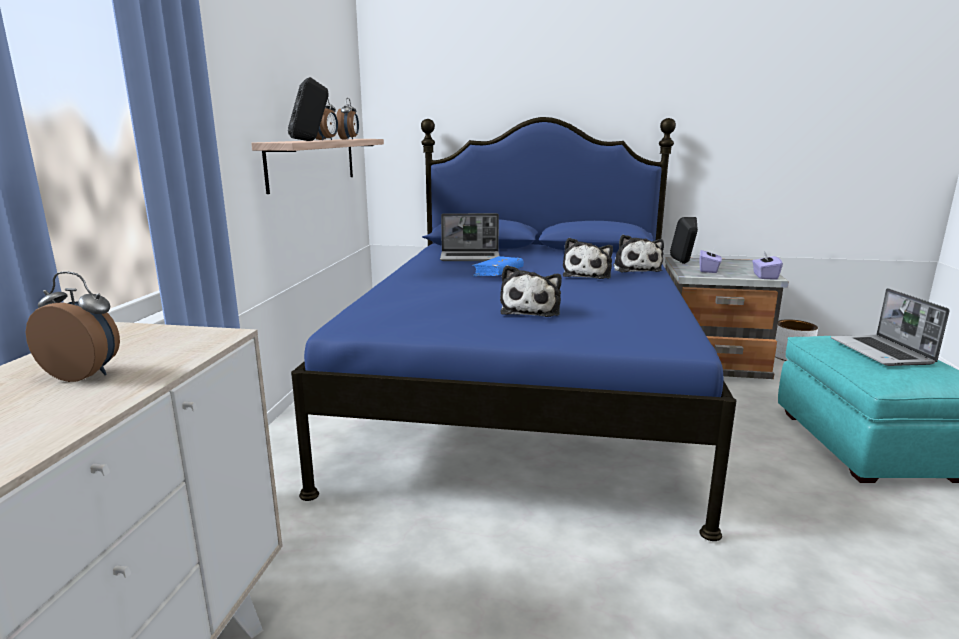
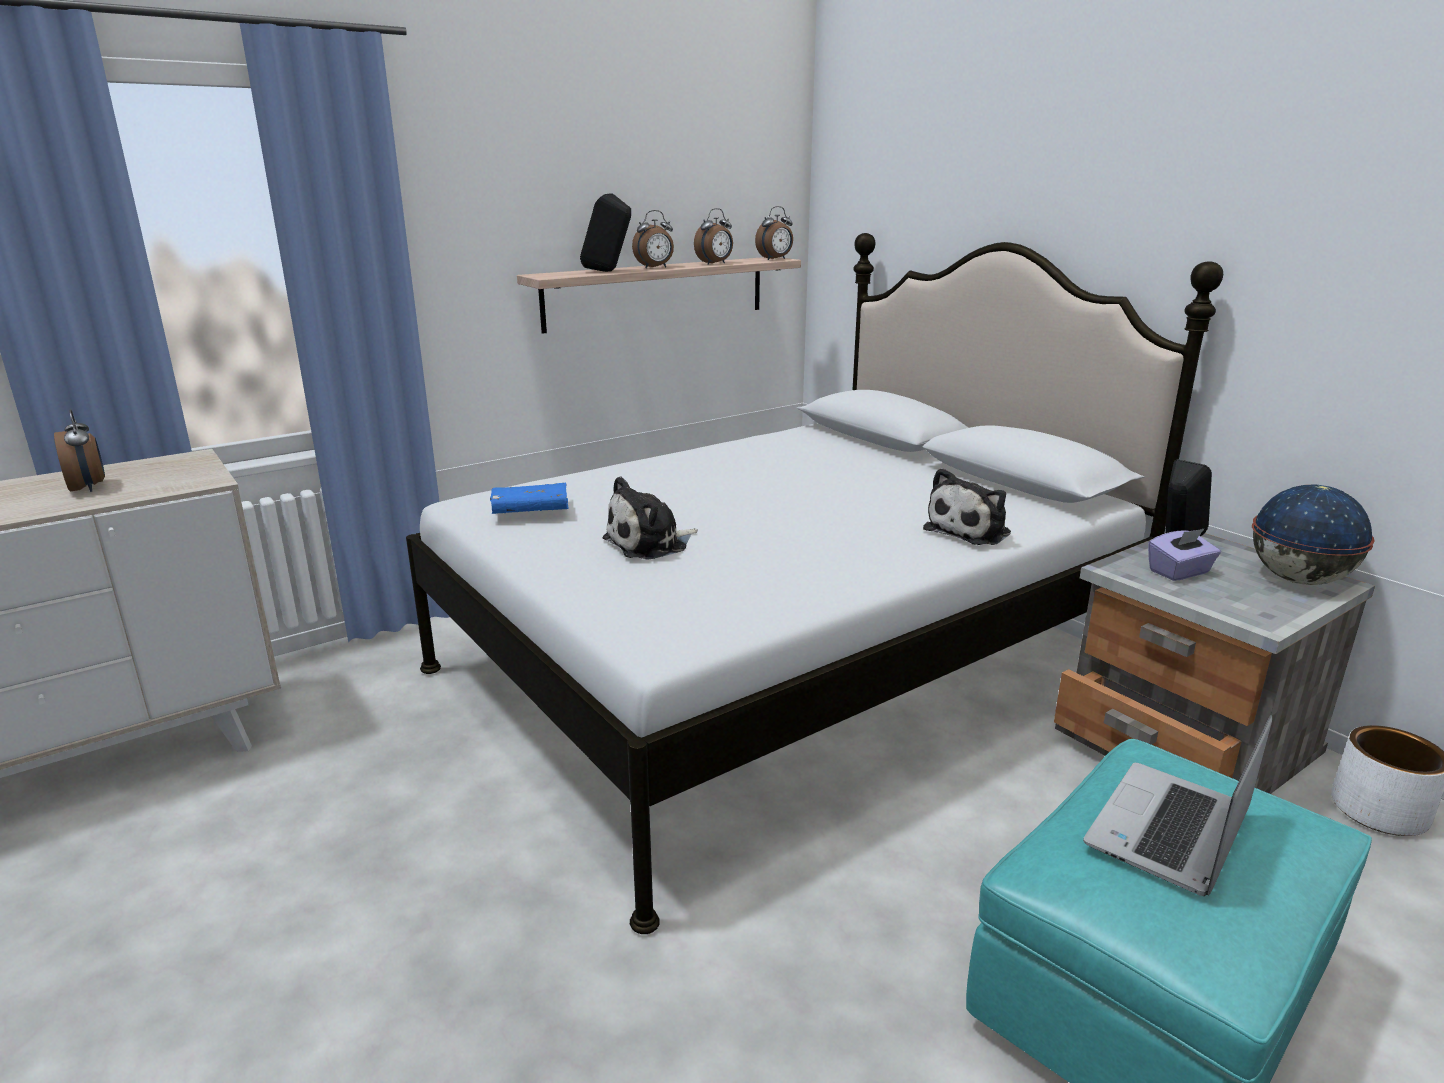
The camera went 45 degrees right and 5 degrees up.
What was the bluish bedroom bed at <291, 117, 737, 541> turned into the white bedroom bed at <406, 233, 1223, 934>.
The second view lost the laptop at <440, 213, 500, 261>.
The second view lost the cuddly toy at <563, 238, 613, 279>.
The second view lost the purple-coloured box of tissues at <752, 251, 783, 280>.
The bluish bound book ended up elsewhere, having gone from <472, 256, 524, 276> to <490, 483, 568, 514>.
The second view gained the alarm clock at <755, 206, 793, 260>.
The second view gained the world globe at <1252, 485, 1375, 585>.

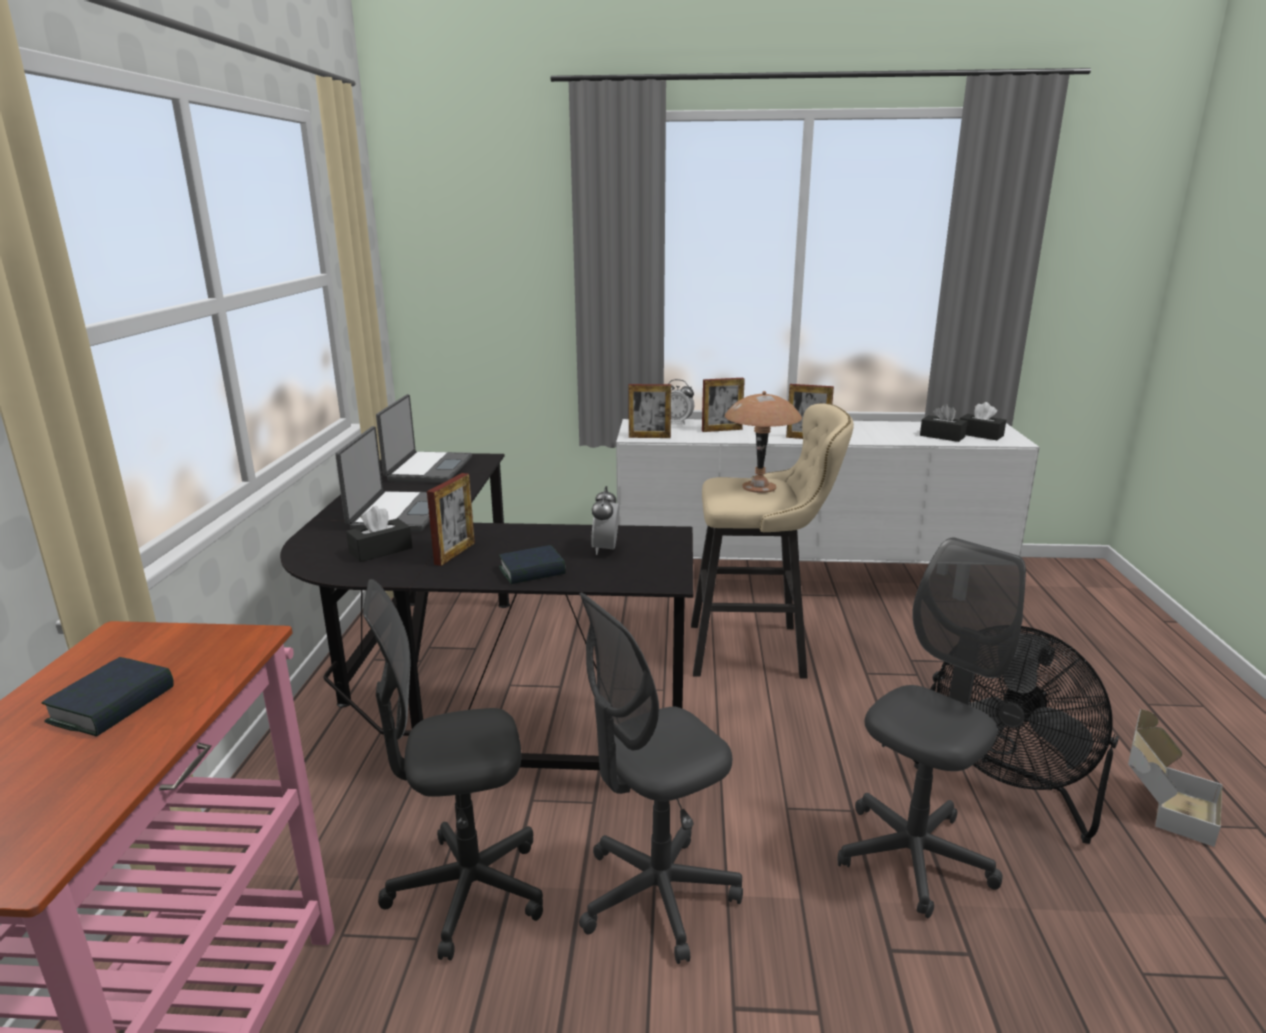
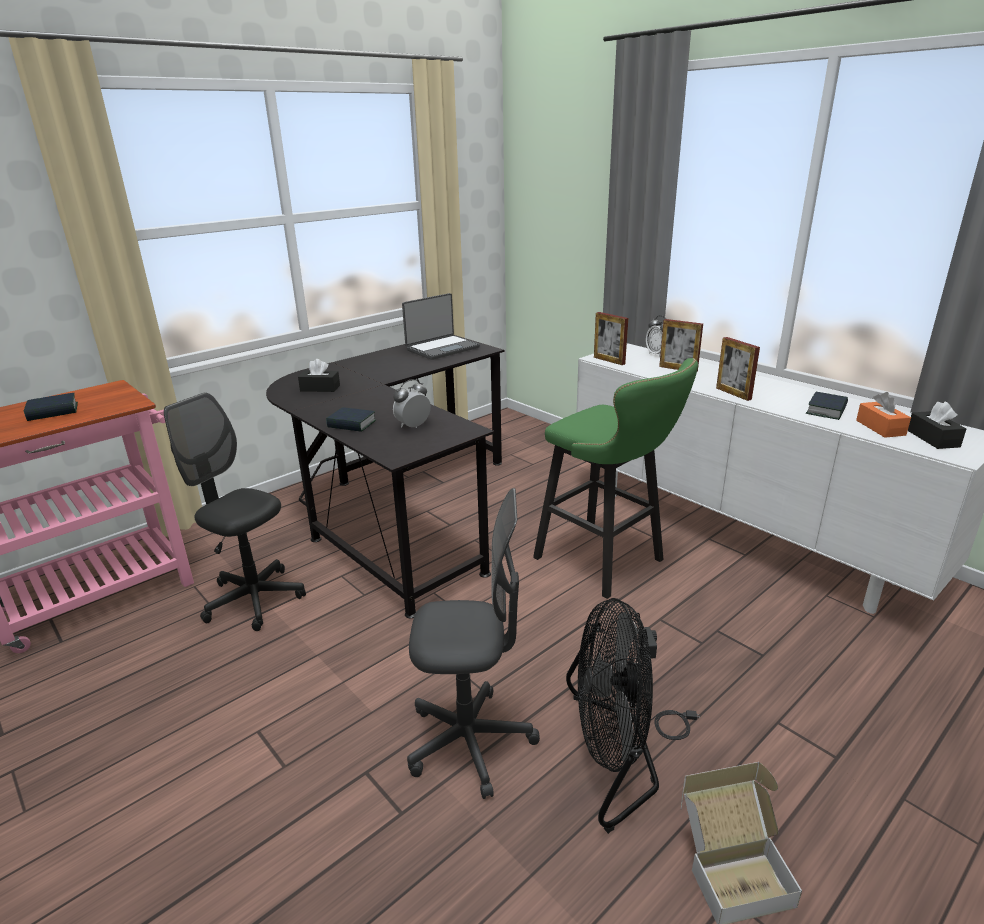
The camera went 45 degrees right and 5 degrees up.
The second view lost the brownish tabletop lamp at <725, 391, 802, 493>.
What was the sand-coloured sitting stool at <691, 403, 854, 679> turned into the green-coloured sitting stool at <533, 358, 698, 599>.
What was the black-coloured box of tissues at <920, 404, 968, 442> turned into the orangey box of tissues at <856, 392, 911, 438>.
The second view lost the laptop at <335, 426, 430, 532>.
The second view lost the picture frame at <427, 473, 475, 566>.
The second view lost the grey computer chair at <579, 593, 743, 964>.
The second view gained the bound book at <806, 392, 848, 420>.

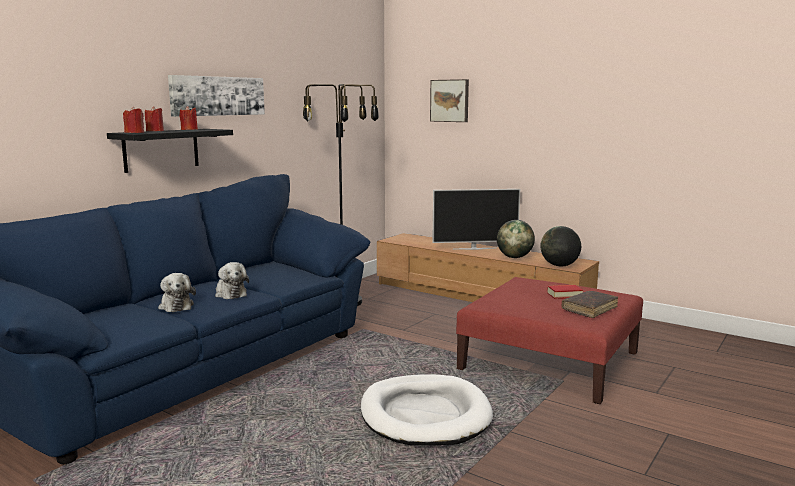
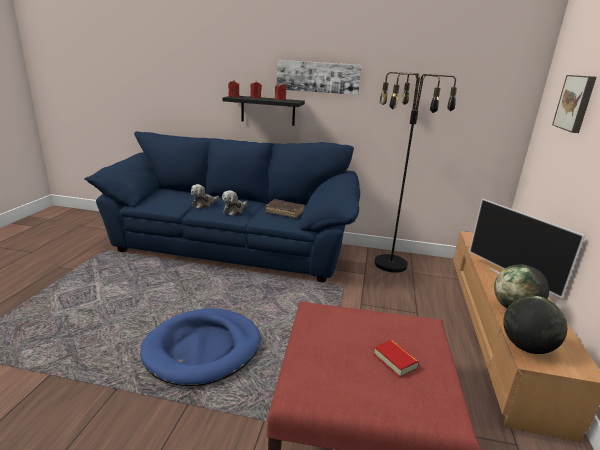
The camera went 65 degrees right and 10 degrees up.
The brownish bound book ended up elsewhere, having gone from <562, 291, 618, 318> to <266, 199, 305, 218>.
What was the white pet bed at <361, 375, 493, 446> turned into the bluish pet bed at <140, 308, 261, 386>.

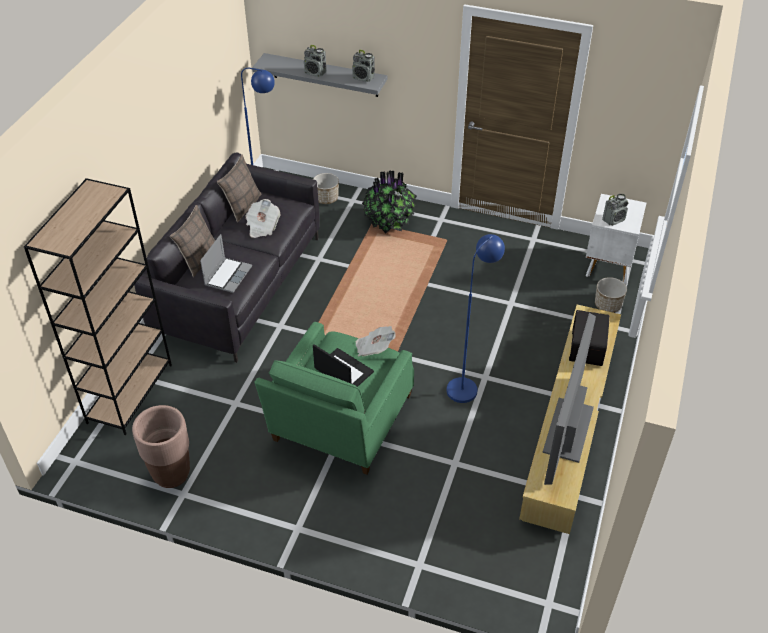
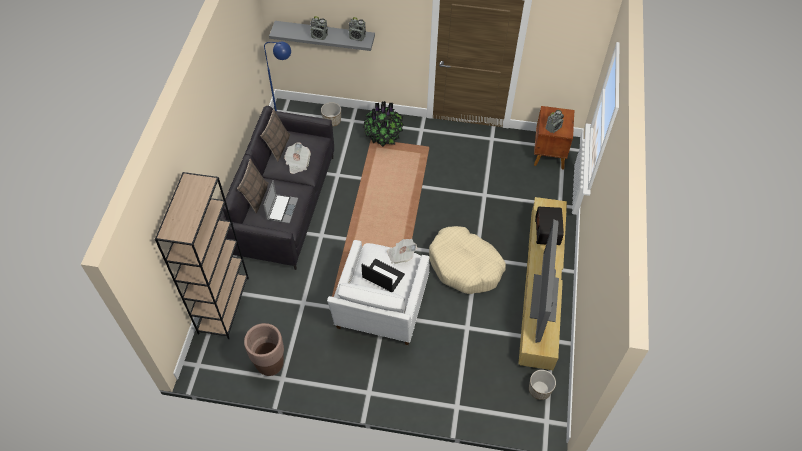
The camera went 10 degrees left and 10 degrees up.
What was the white nightstand at <586, 194, 646, 285> turned into the brownish nightstand at <534, 106, 574, 170>.
Where the bluish floor lamp stood at <447, 234, 505, 403>, the sand-coloured pet bed came to stand at <429, 226, 506, 294>.
The flower pot ended up elsewhere, having gone from <595, 277, 627, 313> to <529, 370, 556, 400>.
What was the green-coloured lounge chair at <255, 322, 414, 475> turned into the white lounge chair at <327, 240, 430, 345>.

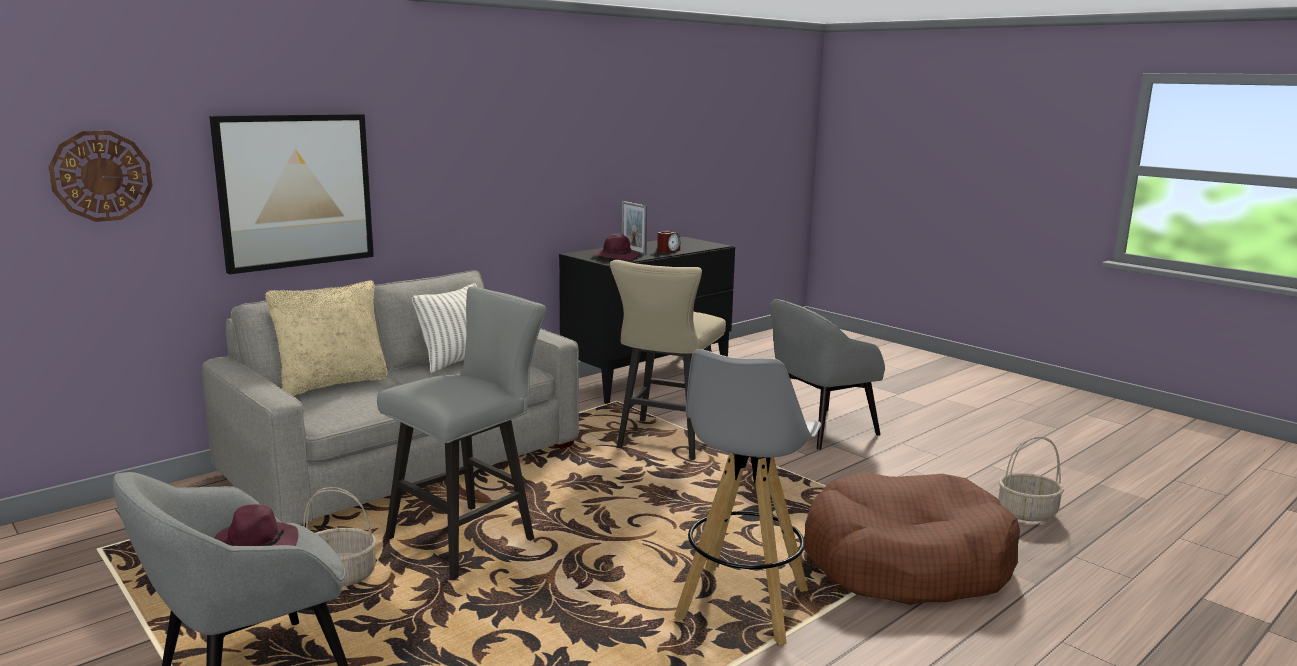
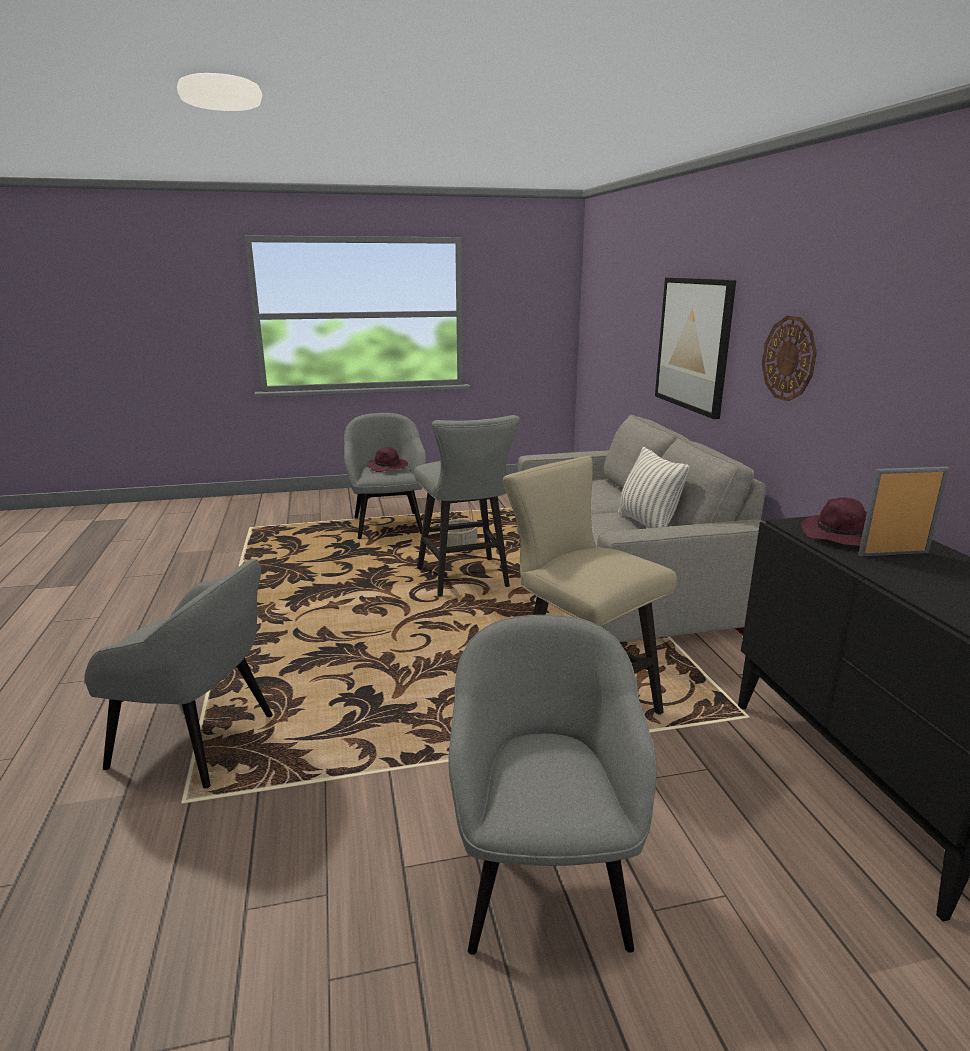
The camera went 120 degrees right and 5 degrees up.
The hanging clock ended up elsewhere, having gone from <48, 131, 153, 222> to <762, 316, 817, 401>.
The second view lost the alarm clock at <657, 231, 680, 253>.
The second view lost the sand-coloured pillow at <265, 280, 387, 396>.
The second view lost the grey sitting stool at <674, 349, 821, 646>.
The second view lost the household basket at <999, 436, 1064, 521>.
Where the brownish pet bed stood at <804, 473, 1020, 605>, the grey lounge chair came to stand at <84, 559, 273, 789>.

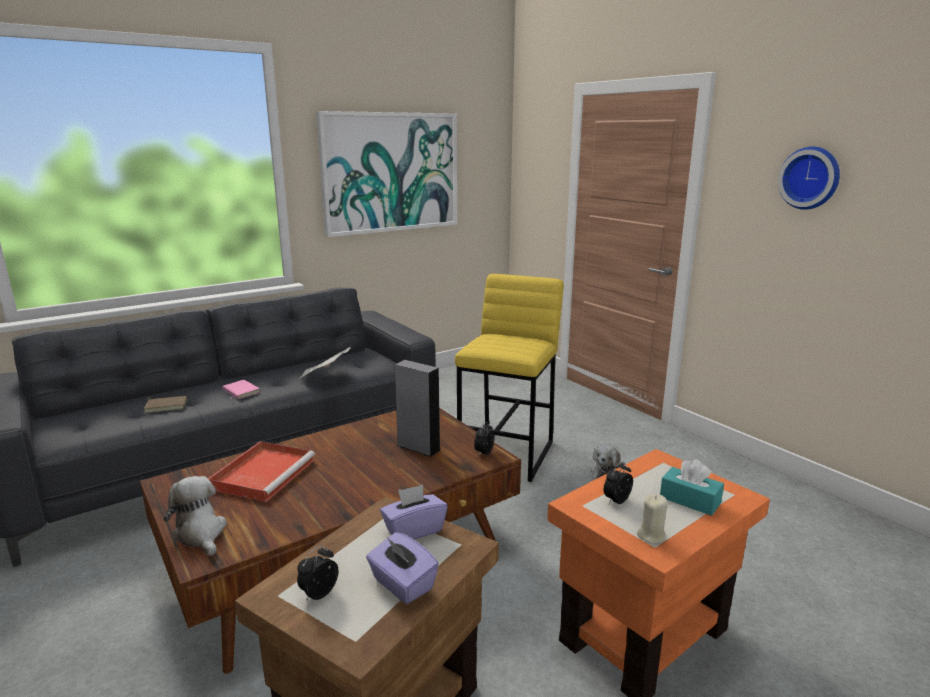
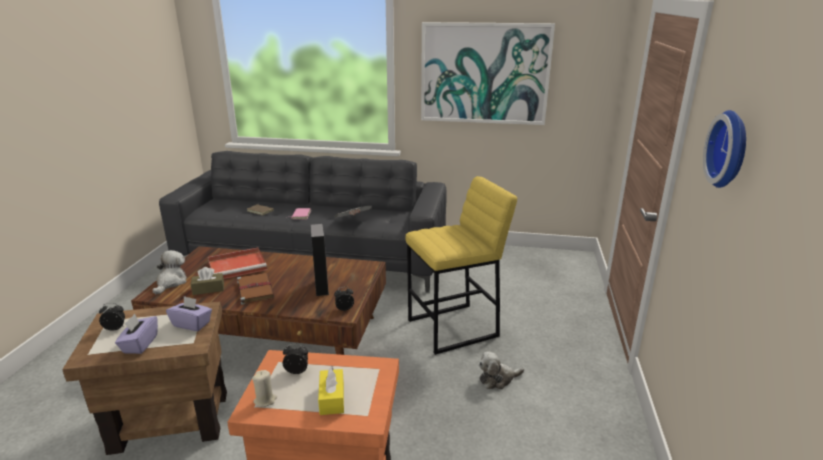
The camera went 45 degrees right and 5 degrees up.
What was the blue-green box of tissues at <660, 459, 724, 516> turned into the yellow-coloured box of tissues at <318, 366, 344, 415>.
The second view gained the brownish box of tissues at <191, 267, 224, 295>.
The second view gained the brownish bound book at <237, 273, 274, 305>.

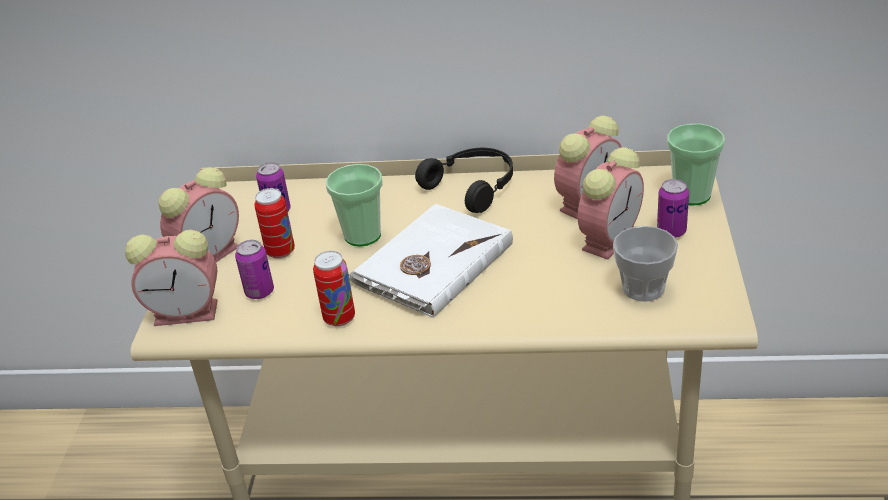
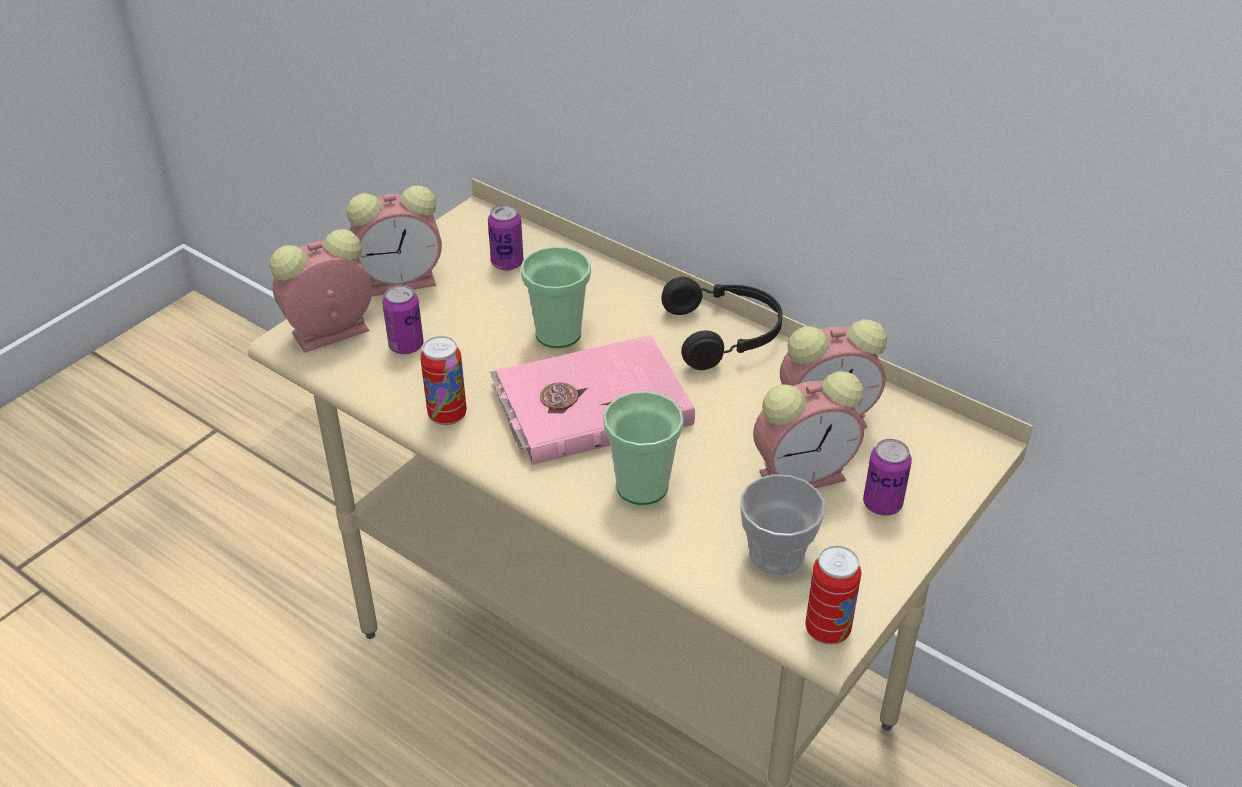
The camera went 30 degrees right and 5 degrees up.
The small cup ended up elsewhere, having gone from <667, 123, 725, 205> to <603, 391, 684, 505>.
The can ended up elsewhere, having gone from <255, 188, 295, 259> to <805, 545, 861, 645>.
What was the white bound book at <348, 204, 513, 318> turned into the pink bound book at <490, 335, 695, 465>.
The alarm clock at <125, 230, 218, 326> ended up facing another way, 120 degrees clockwise from before.

